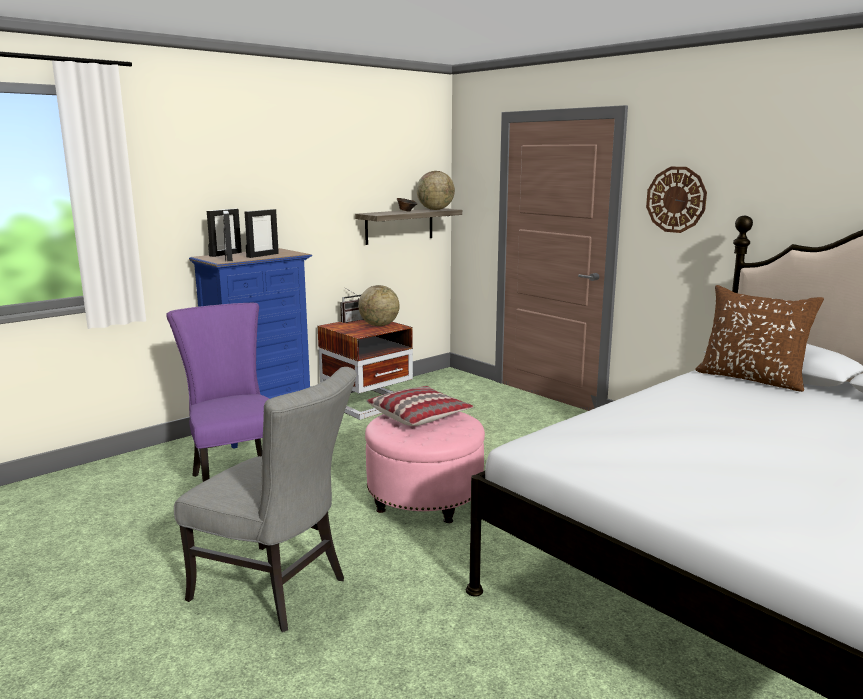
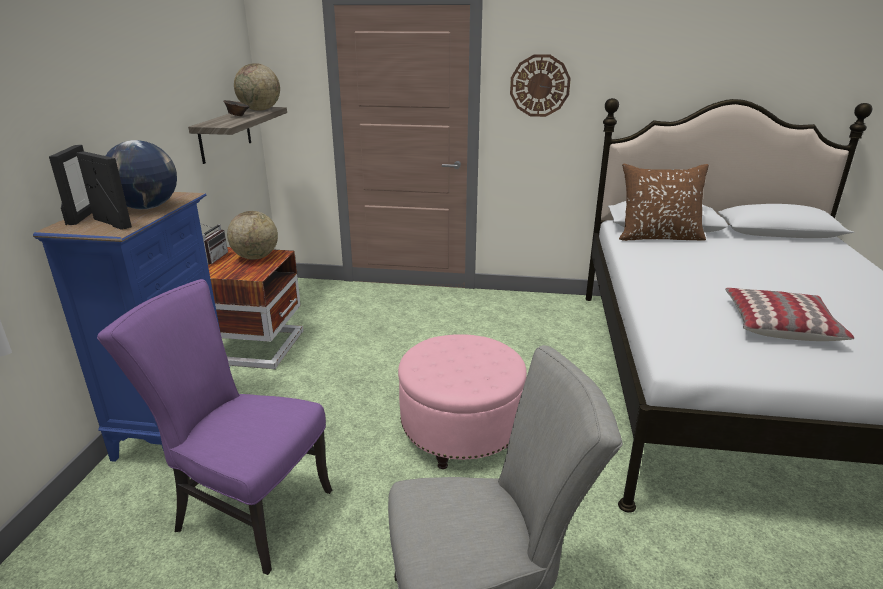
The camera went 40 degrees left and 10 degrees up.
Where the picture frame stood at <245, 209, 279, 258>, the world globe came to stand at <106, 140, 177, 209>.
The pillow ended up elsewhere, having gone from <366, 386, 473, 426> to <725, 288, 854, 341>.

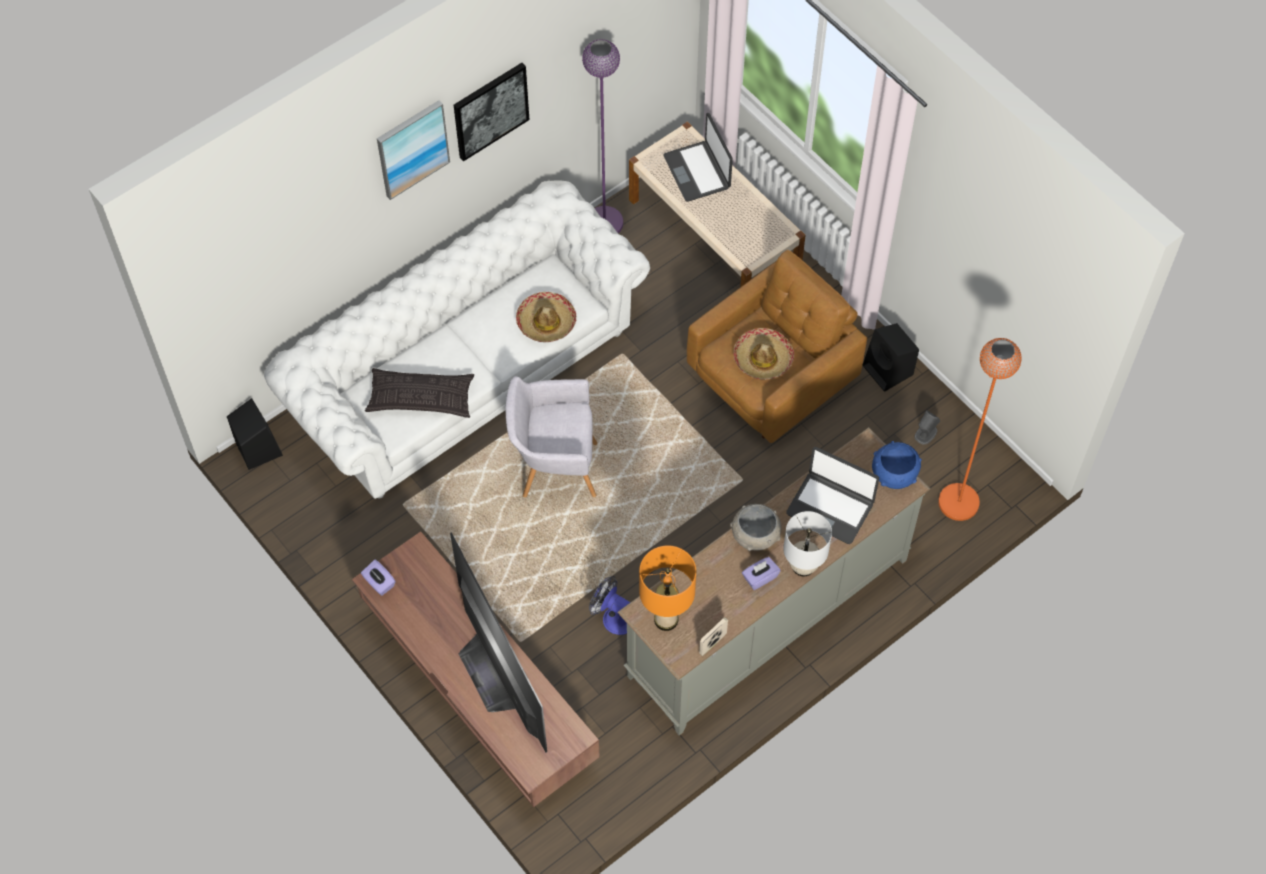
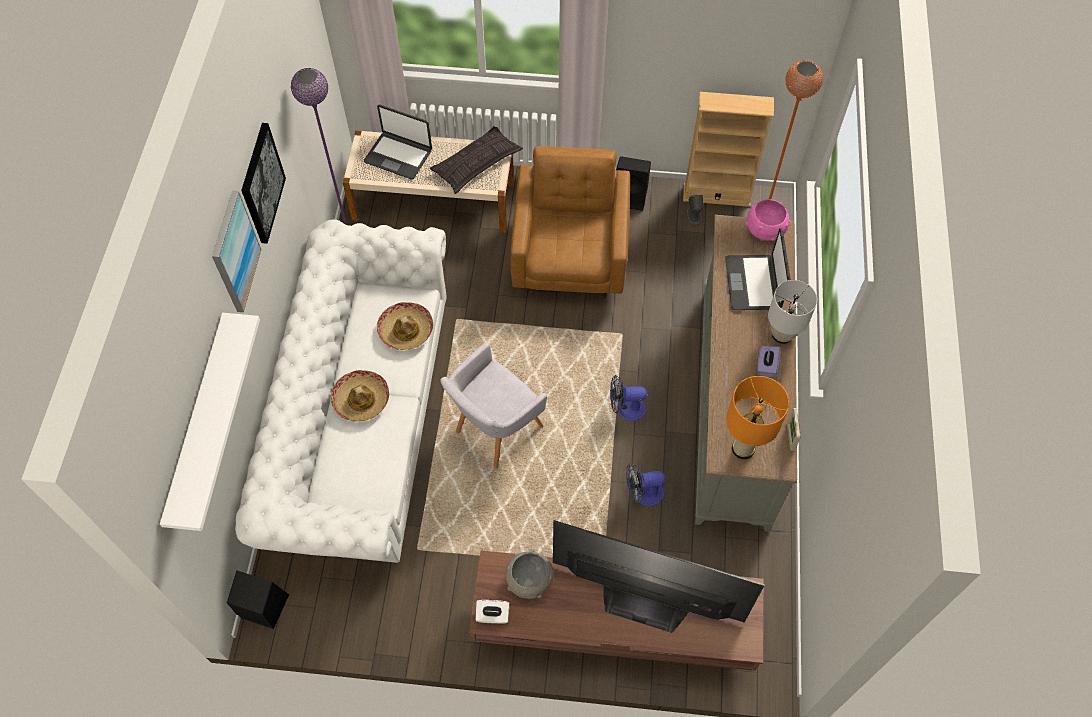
The camera went 45 degrees left and 0 degrees up.
The clothing hat ended up elsewhere, having gone from <733, 328, 794, 380> to <331, 370, 389, 422>.
The pillow ended up elsewhere, having gone from <365, 368, 474, 418> to <430, 126, 523, 194>.
What was the bluish serving bowl at <872, 441, 922, 489> turned into the pink serving bowl at <745, 199, 790, 241>.
The laptop at <786, 447, 879, 544> ended up facing another way, 105 degrees clockwise from before.
The grey serving bowl ended up elsewhere, having gone from <730, 504, 782, 551> to <506, 550, 554, 599>.
What was the purple-coloured box of tissues at <361, 559, 396, 596> turned into the white box of tissues at <475, 600, 510, 624>.
The second view gained the sand-coloured bookshelf at <683, 92, 774, 207>.
The second view gained the white bracket shelf at <160, 313, 260, 531>.
The second view gained the fan at <610, 375, 647, 421>.

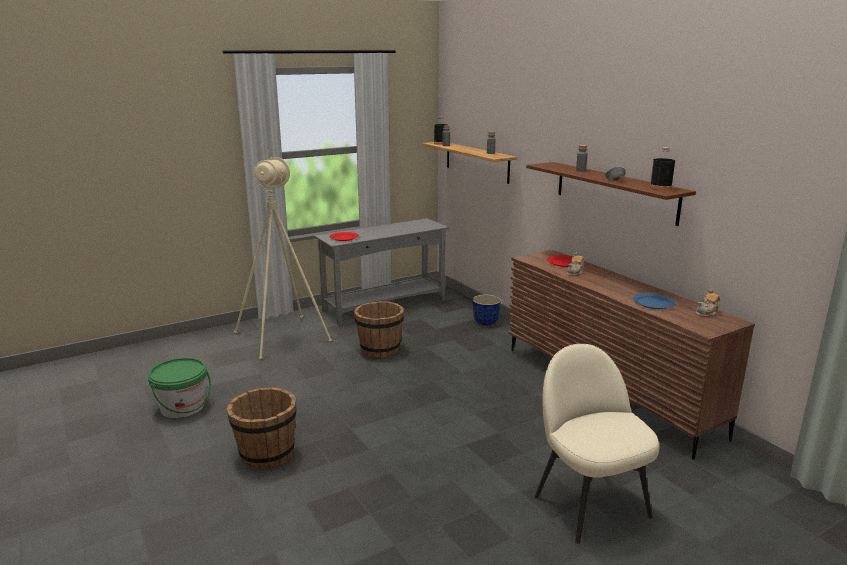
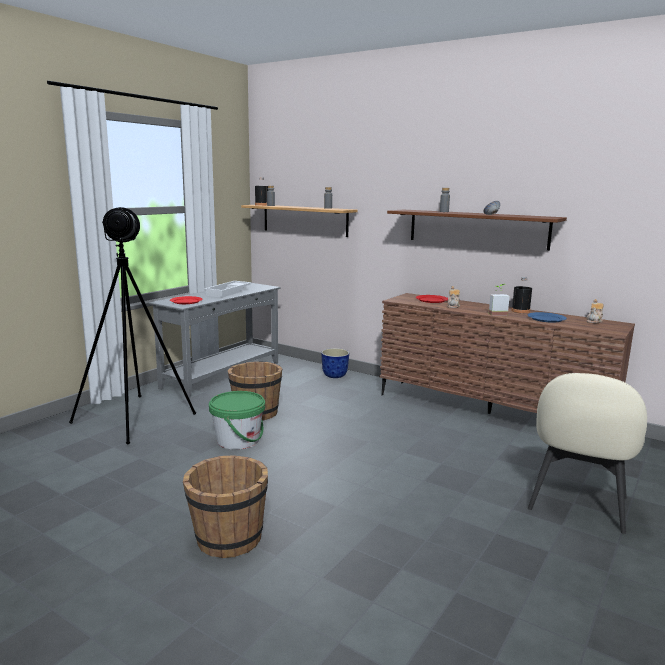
The camera went 25 degrees left and 5 degrees down.
The black-coloured beverage bottle ended up elsewhere, having gone from <650, 147, 675, 190> to <511, 277, 532, 313>.
What was the sand-coloured floor lamp at <234, 157, 332, 360> turned into the black-coloured floor lamp at <69, 207, 196, 444>.
The sand-coloured upright chair at <534, 344, 660, 544> ended up facing another way, 105 degrees counterclockwise from before.
The green-coloured bucket ended up elsewhere, having gone from <148, 358, 211, 418> to <209, 391, 265, 450>.
The second view gained the white tray at <204, 281, 252, 298>.
The second view gained the plant in a pot at <489, 284, 510, 316>.

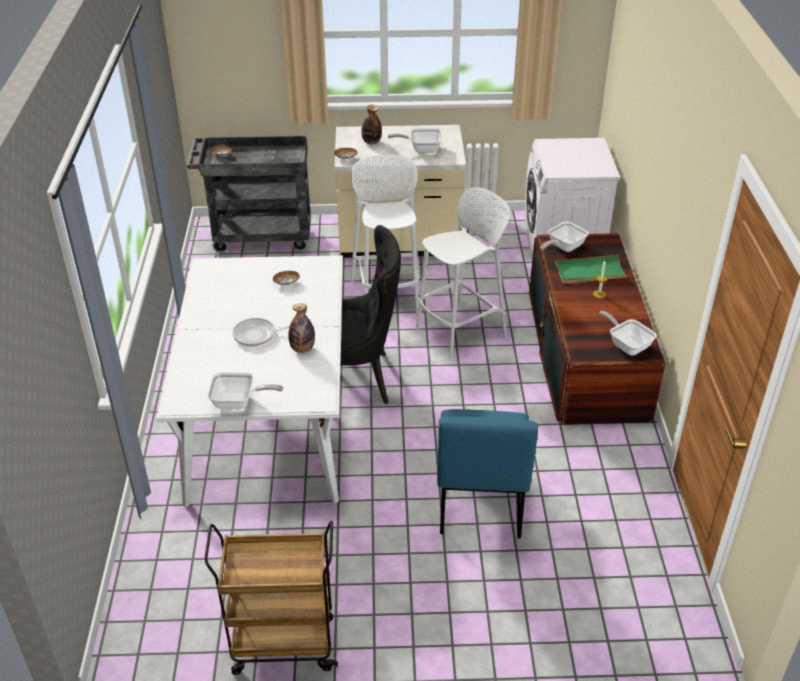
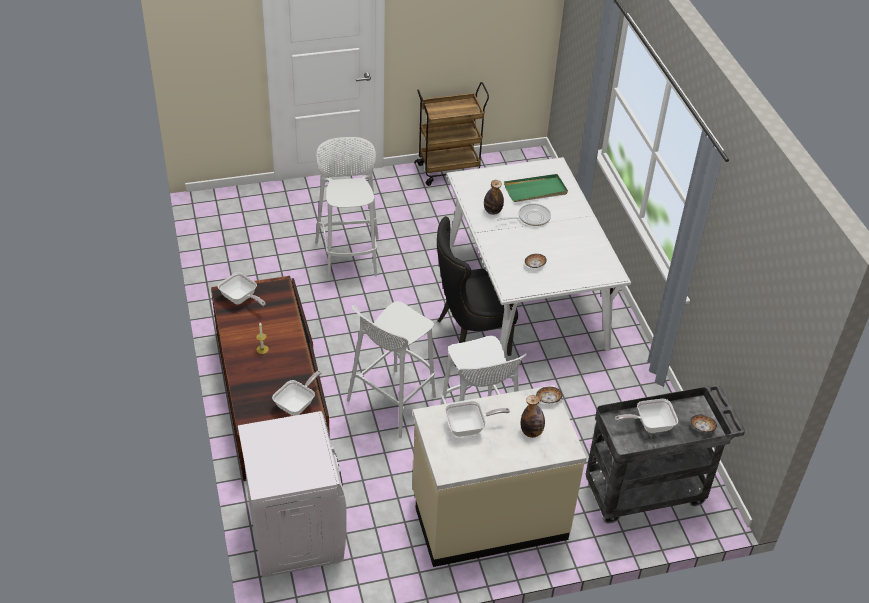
The camera went 165 degrees right and 5 degrees up.
The green-coloured tray ended up elsewhere, having gone from <555, 255, 629, 284> to <504, 174, 568, 202>.
The pan ended up elsewhere, having gone from <207, 372, 283, 410> to <615, 399, 678, 433>.
Where the bluish upright chair stood at <437, 409, 538, 538>, the white sitting stool came to stand at <315, 137, 379, 280>.

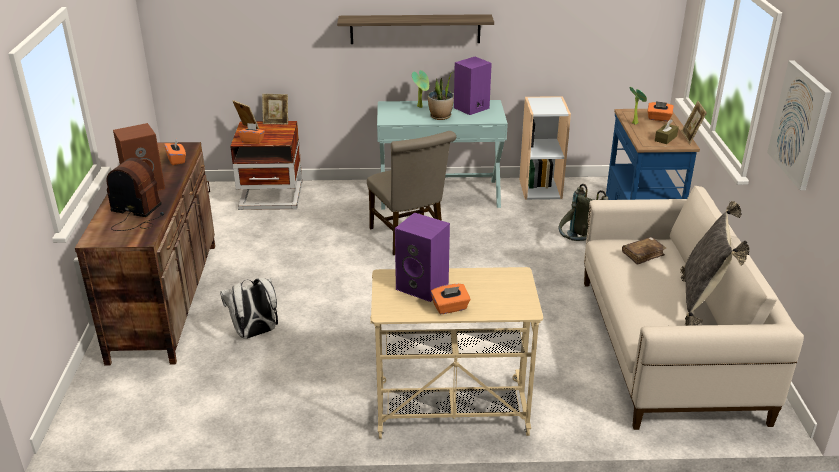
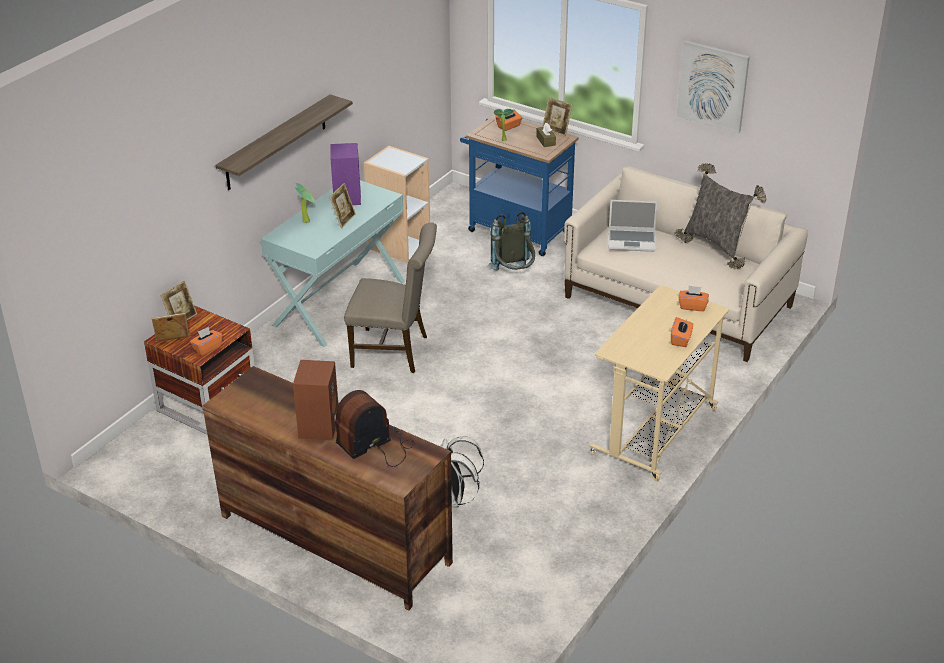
The camera went 55 degrees left and 5 degrees up.
Where the plant in a pot stood at <428, 72, 454, 120>, the picture frame came to stand at <329, 183, 356, 228>.
The orangey box of tissues ended up elsewhere, having gone from <164, 140, 186, 165> to <679, 286, 709, 311>.
The second view lost the purple-coloured loudspeaker at <395, 212, 450, 302>.
Where the brownish bound book stood at <622, 237, 666, 265>, the laptop came to stand at <608, 200, 658, 252>.

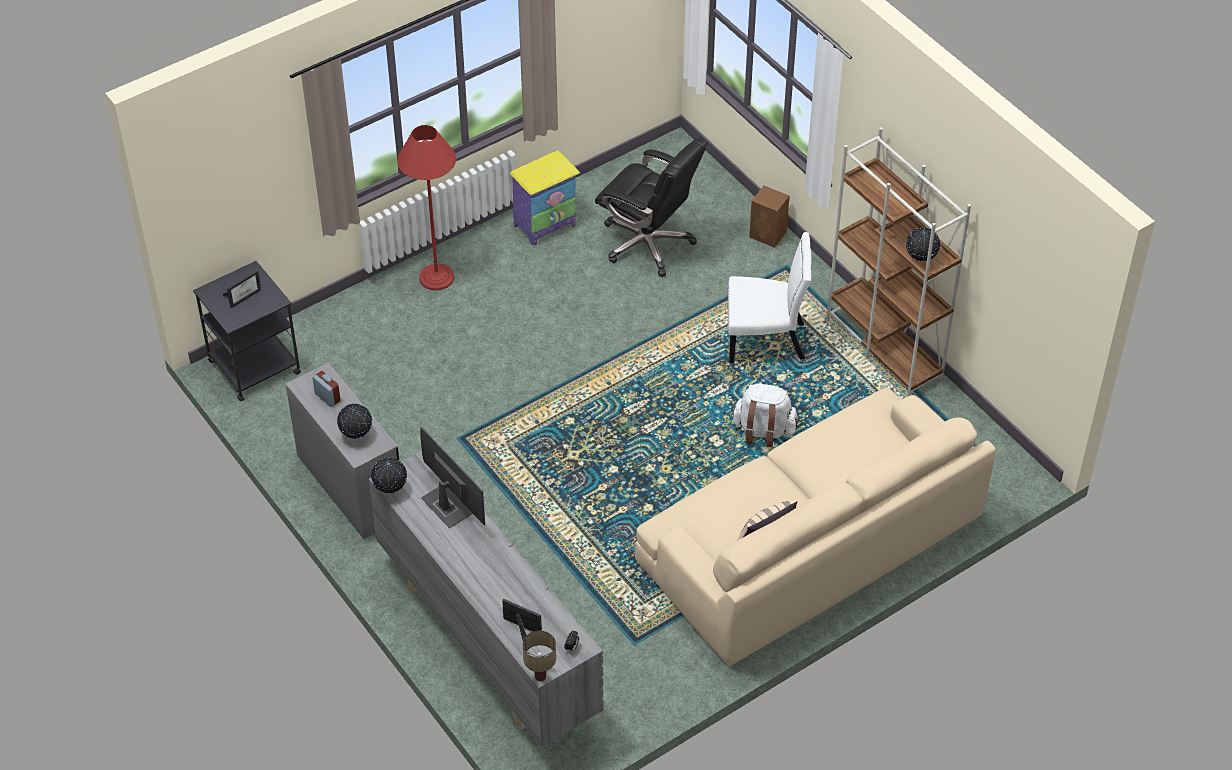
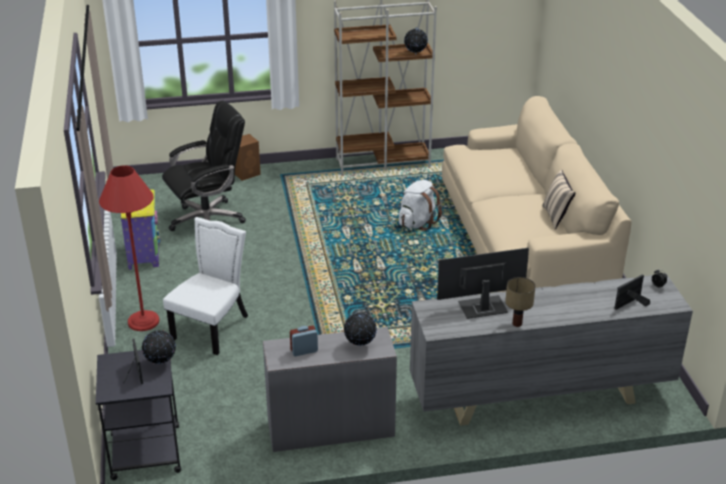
The camera went 65 degrees left and 15 degrees down.
The white upright chair ended up elsewhere, having gone from <728, 232, 811, 363> to <163, 217, 248, 355>.
The world globe ended up elsewhere, having gone from <371, 457, 407, 493> to <142, 330, 176, 364>.
The tabletop lamp ended up elsewhere, having gone from <523, 631, 556, 681> to <505, 277, 536, 327>.

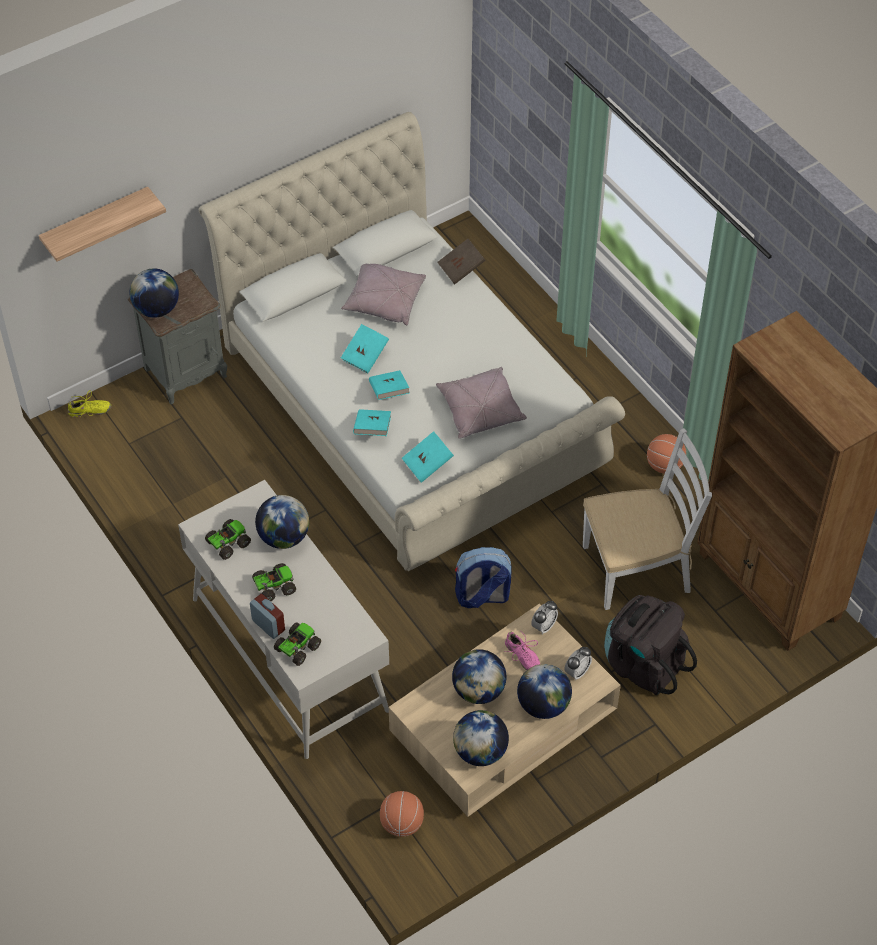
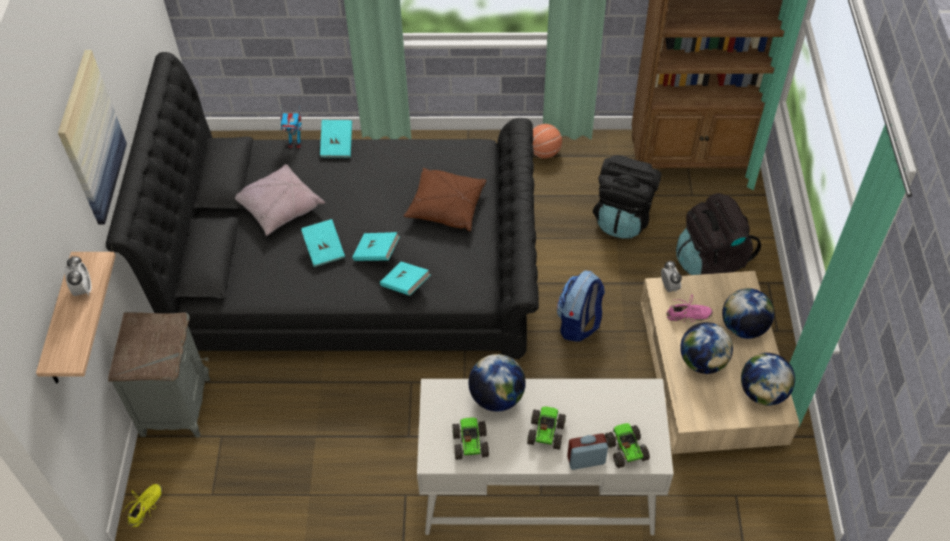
The camera went 55 degrees left and 0 degrees up.
What was the sand-coloured bedroom bed at <199, 112, 625, 571> turned into the black-coloured bedroom bed at <106, 52, 539, 359>.
Where the brownish bound book stood at <437, 239, 486, 285>, the robot figure came to stand at <281, 108, 302, 148>.
The second view lost the world globe at <129, 268, 179, 318>.
What was the purple-coloured pillow at <436, 367, 527, 439> turned into the brownish pillow at <403, 168, 487, 231>.
Where the white upright chair stood at <583, 428, 712, 610>, the black-coloured rucksack came to stand at <593, 155, 662, 239>.
The blue-green bound book ended up elsewhere, having gone from <402, 431, 454, 483> to <320, 120, 352, 158>.
The alarm clock ended up elsewhere, having gone from <564, 647, 592, 680> to <65, 256, 91, 296>.
The second view lost the ball for basketball at <380, 791, 424, 837>.
The second view gained the picture at <58, 50, 127, 224>.

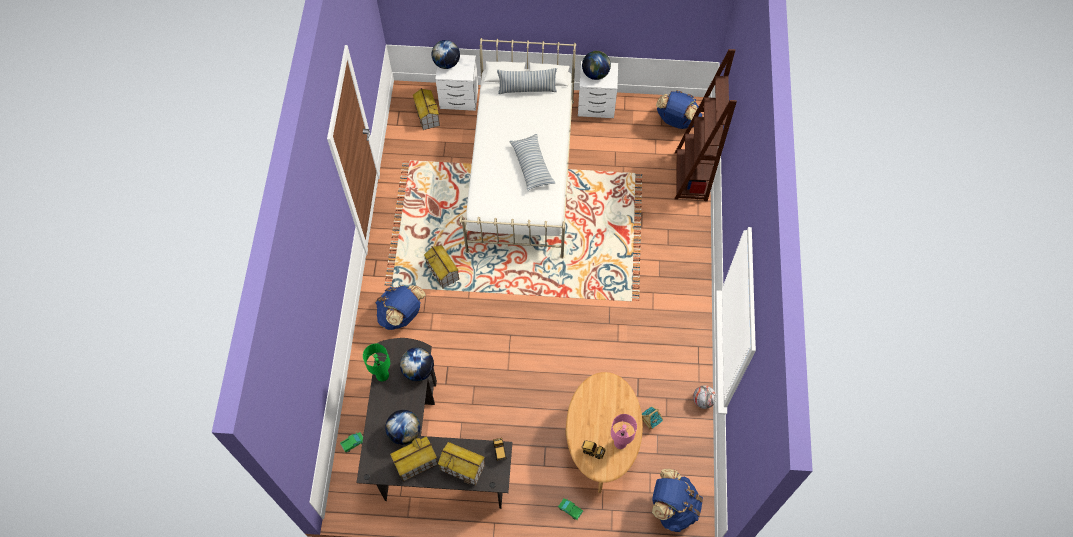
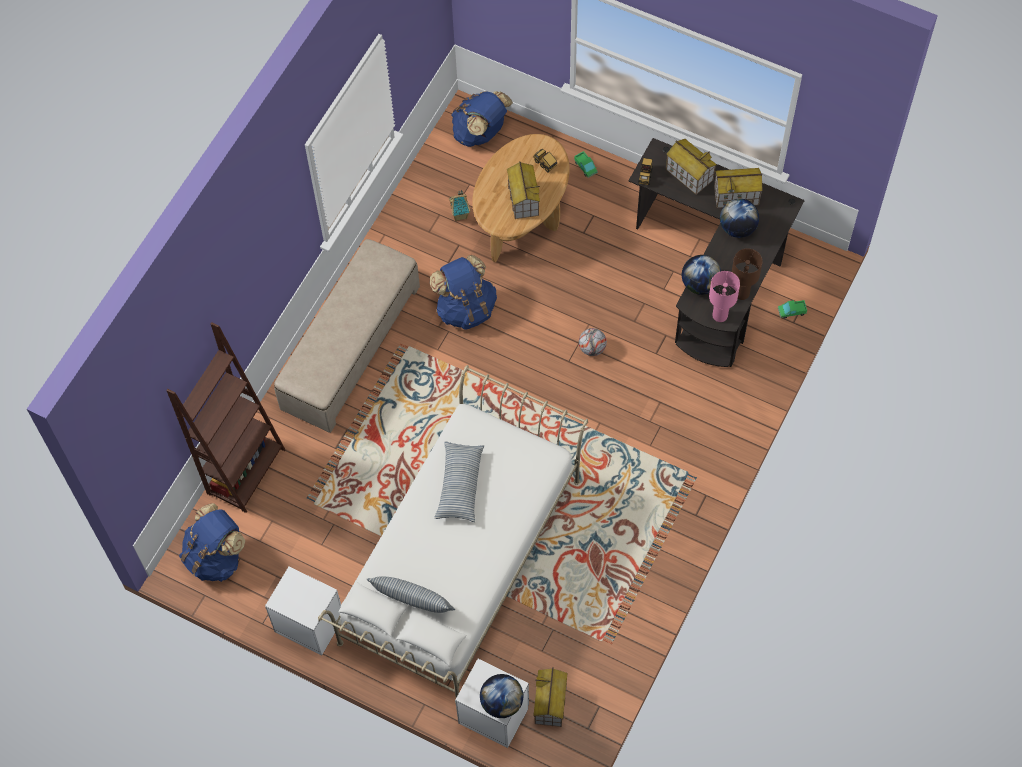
The camera went 155 degrees left and 0 degrees up.
The second view lost the world globe at <582, 51, 611, 80>.
The miniature house ended up elsewhere, having gone from <424, 245, 459, 289> to <507, 161, 540, 219>.
The bluish rucksack ended up elsewhere, having gone from <376, 285, 426, 330> to <430, 255, 497, 330>.
What was the green-coloured tabletop lamp at <363, 344, 390, 381> turned into the brownish tabletop lamp at <732, 248, 763, 300>.
The ball for football ended up elsewhere, having gone from <693, 385, 716, 409> to <579, 328, 607, 356>.
The pink tabletop lamp ended up elsewhere, having gone from <611, 414, 637, 449> to <709, 271, 740, 322>.
The second view gained the sand-coloured long seat at <274, 239, 420, 433>.

